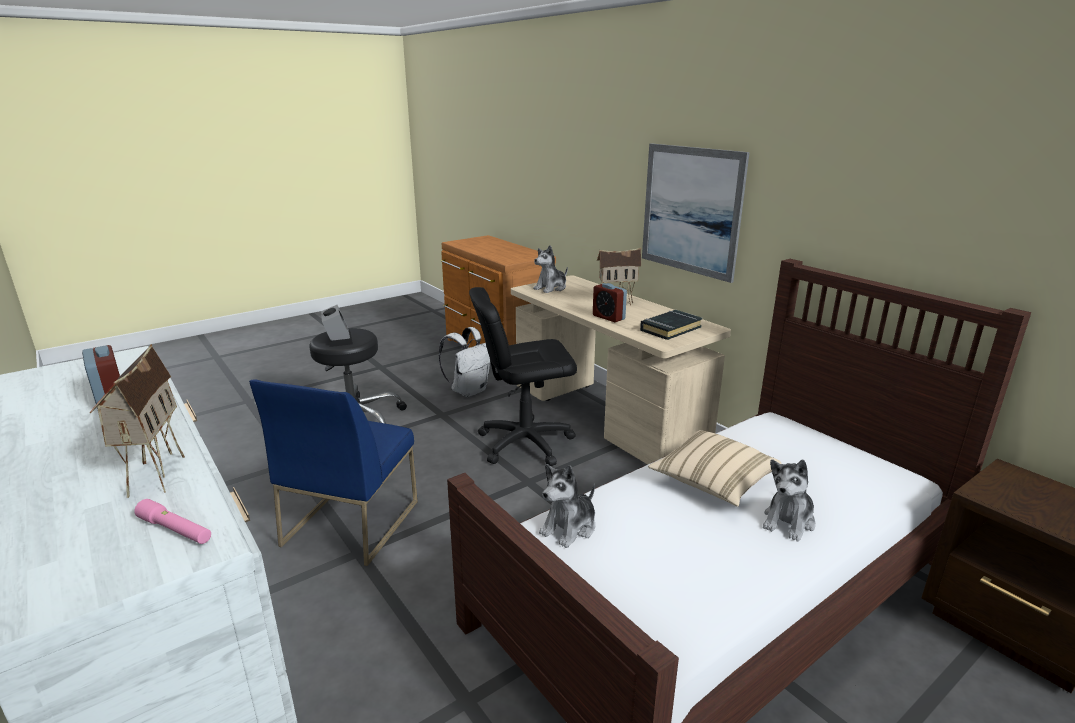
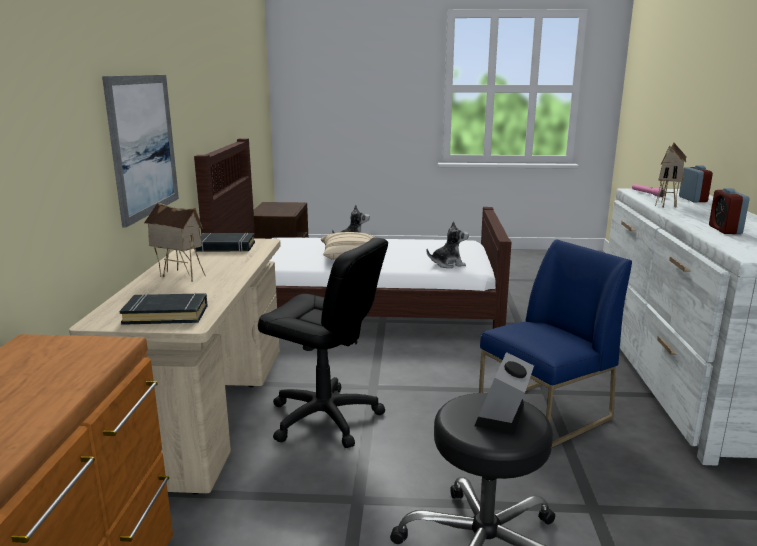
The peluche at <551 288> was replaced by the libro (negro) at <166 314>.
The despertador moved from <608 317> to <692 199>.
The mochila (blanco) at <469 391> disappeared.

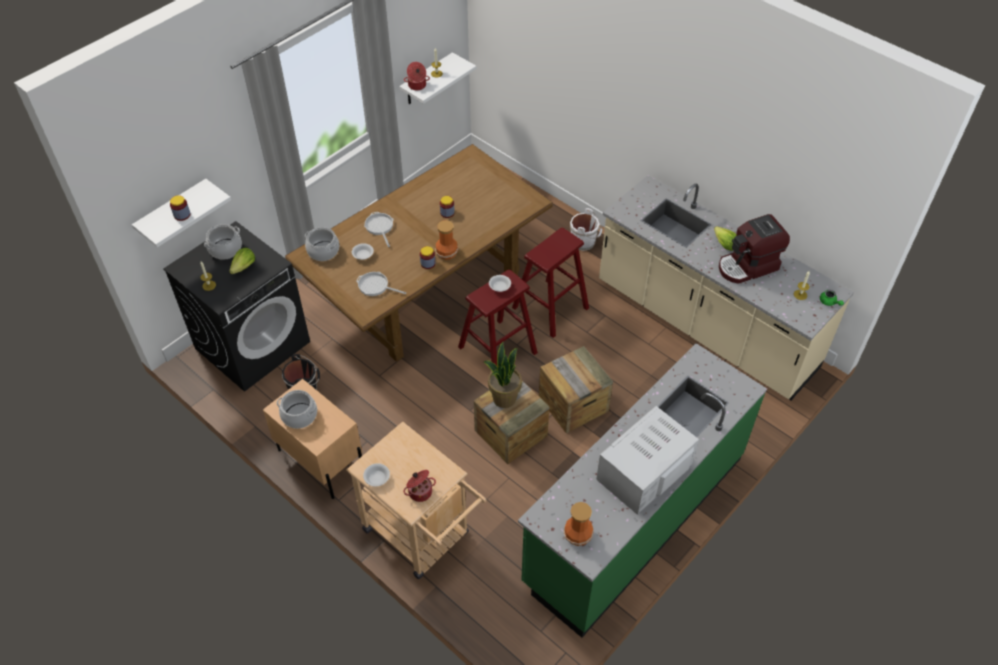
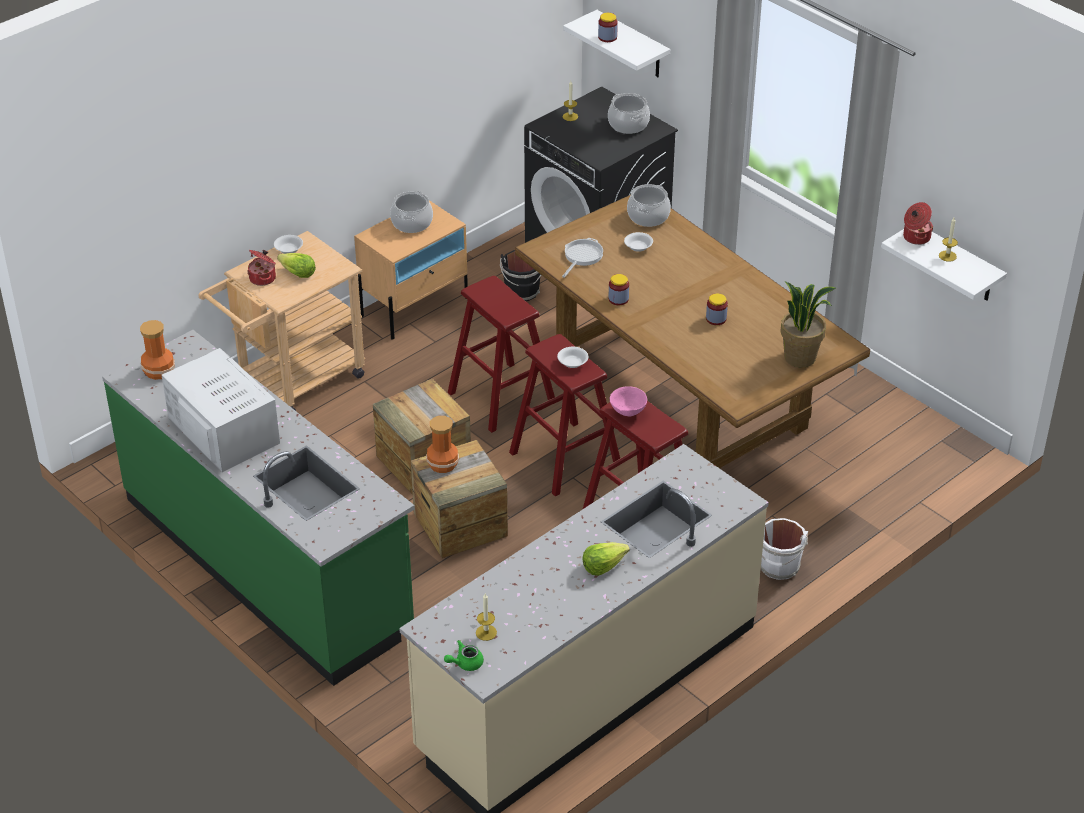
The lechuga moved from <244 267> to <297 273>.
The florero moved from <447 253> to <442 464>.
The taburete (rojo) at <501 397> appeared.
The cuenco (rosa) at <627 412> appeared.
The planta en maceta moved from <504 398> to <800 357>.
The sartén at <379 227> disappeared.
The cafetera at <748 267> disappeared.

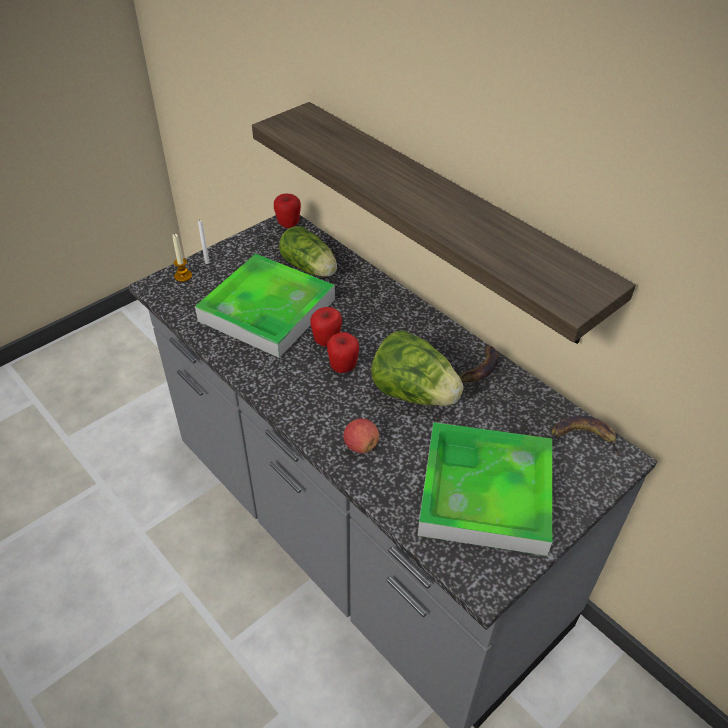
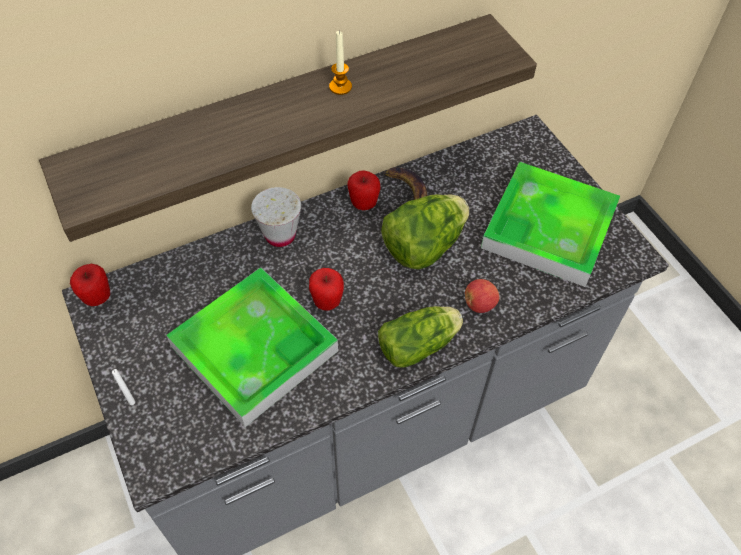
The taza (blanco) at <280 235> appeared.
The vela moved from <183 276> to <340 87>.
The manzana moved from <343 367> to <363 203>.
The lechuga moved from <310 268> to <421 344>.
The plátano at <583 437> disappeared.

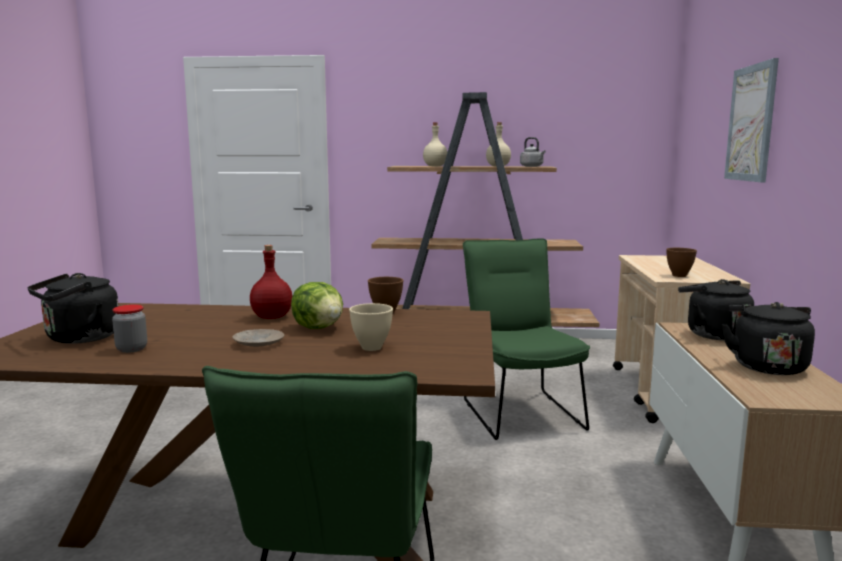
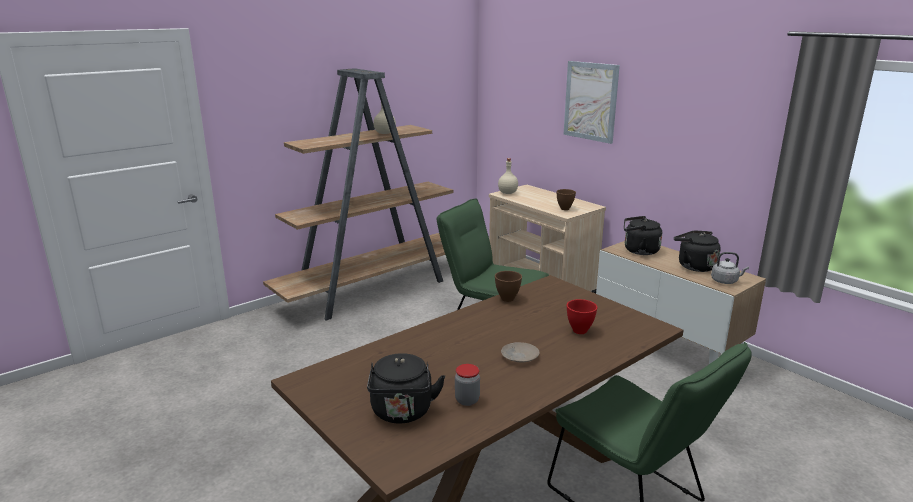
The botella (beis) moved from <434 166> to <507 193>.
The cuenco (beis) at <372 347> became the cuenco (rojo) at <579 330>.
The hervidor (gris) moved from <532 166> to <725 281>.
The botella (rojo) at <271 317> disappeared.
The lechuga at <319 328> disappeared.

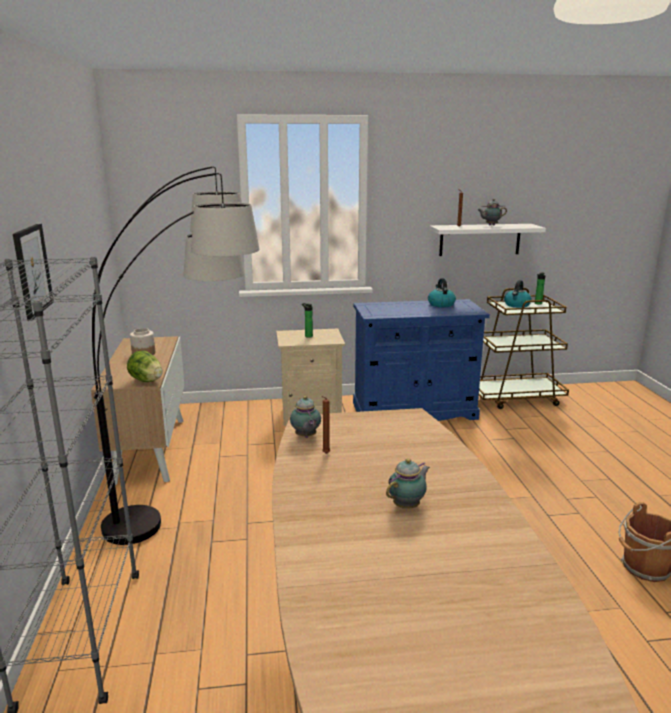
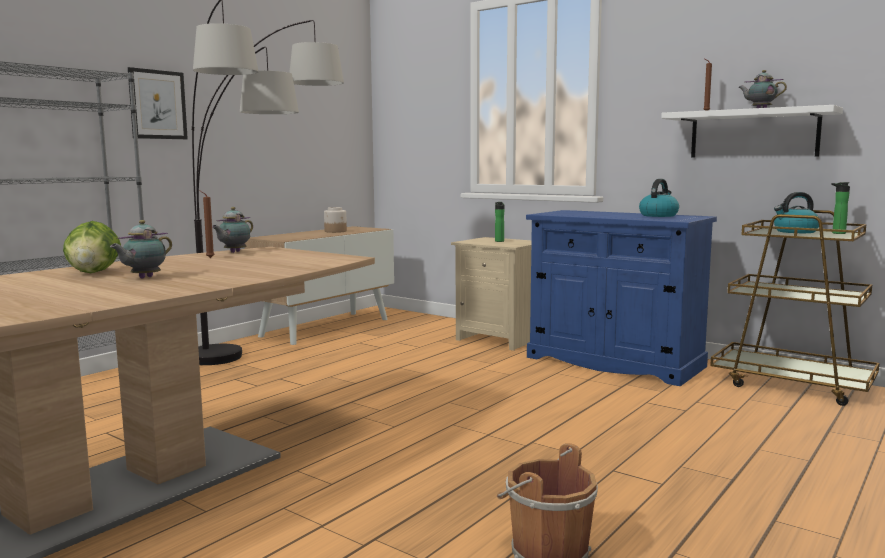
The lechuga moved from <146 381> to <94 272>.
The tetera at <407 506> turned 120 degrees clockwise.

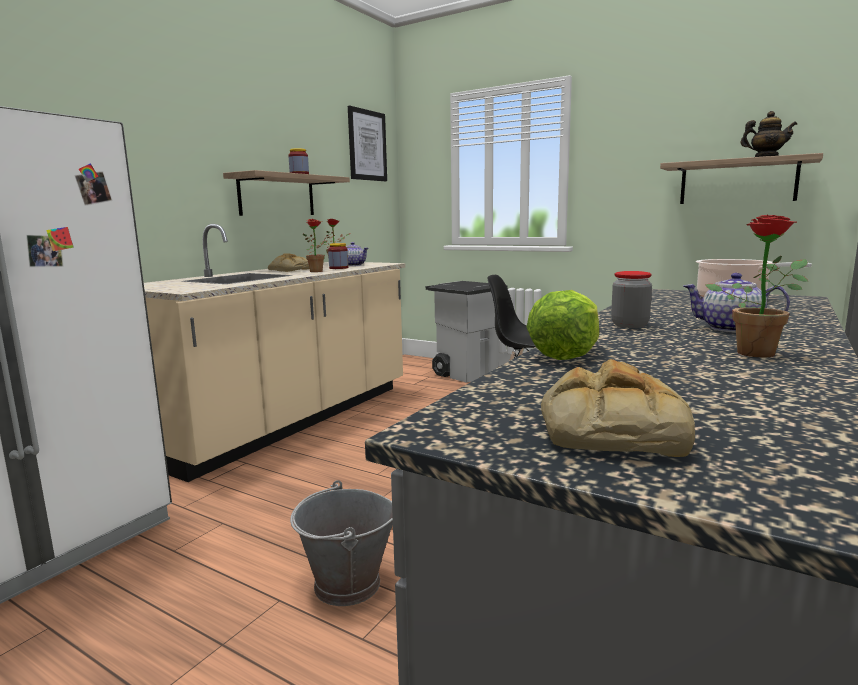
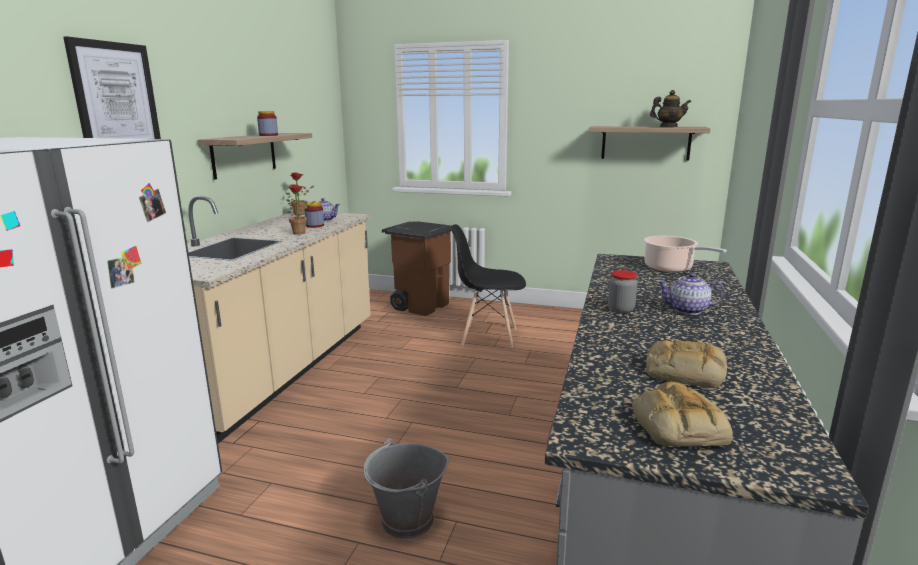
The cuadro moved from <367 145> to <116 98>.
The papelera (gris) at <466 373> became the papelera (marrón) at <421 306>.
The pan moved from <288 270> to <683 372>.
The lechuga at <565 355> disappeared.
The planta en maceta at <758 352> disappeared.

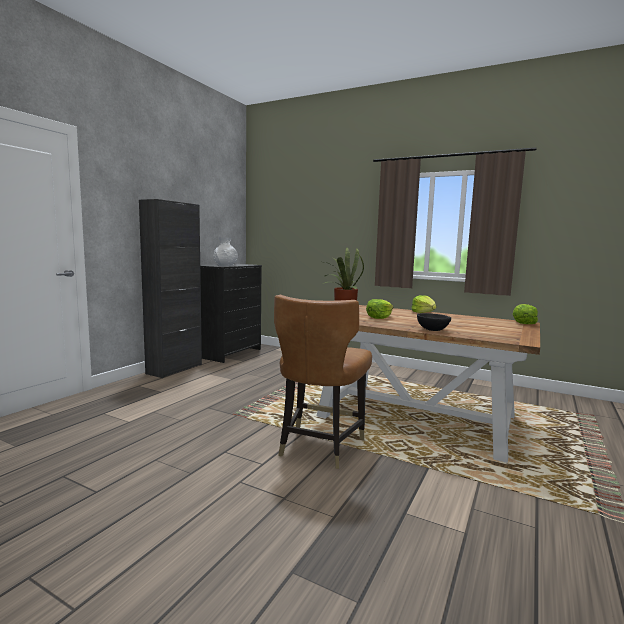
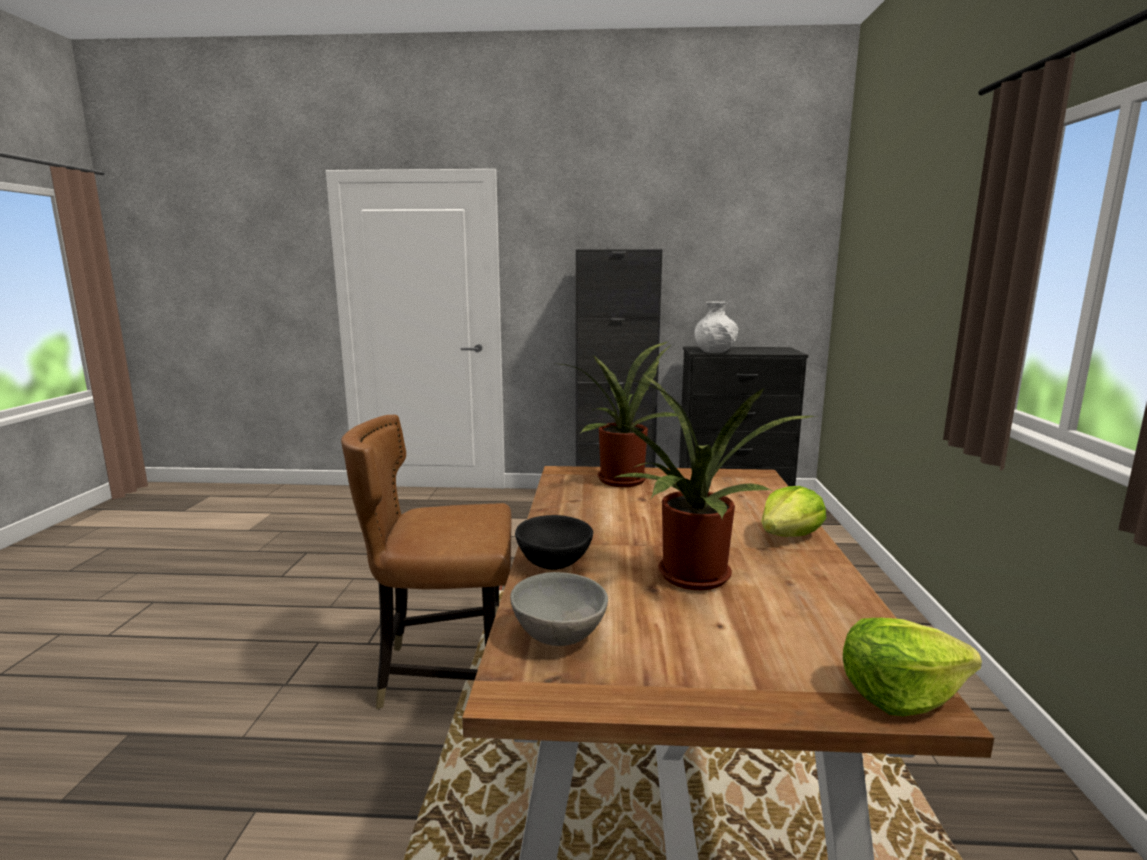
The cuenco (gris) at <560 635> appeared.
The planta en maceta at <692 579> appeared.
The lechuga at <379 317> disappeared.

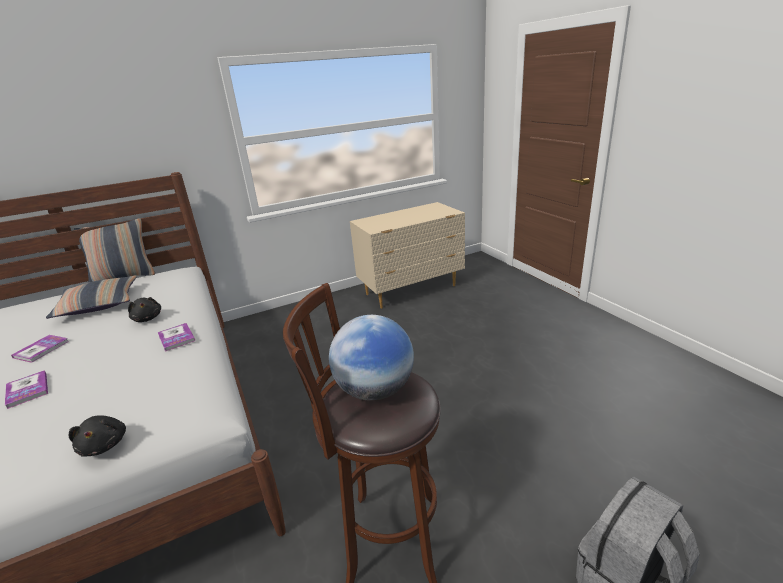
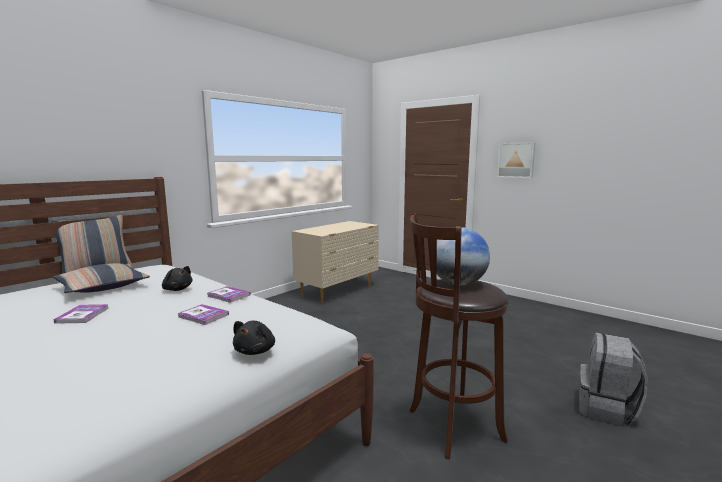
The libro moved from <27 390> to <203 316>.
The peluche (negro) at <105 444> turned 60 degrees clockwise.
The cuadro at <516 160> appeared.

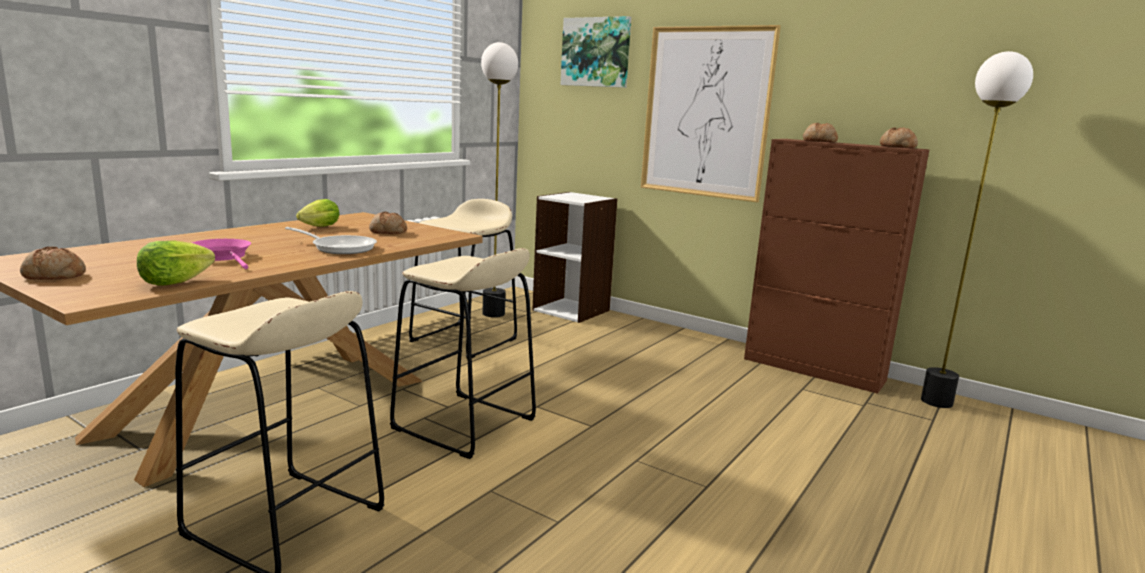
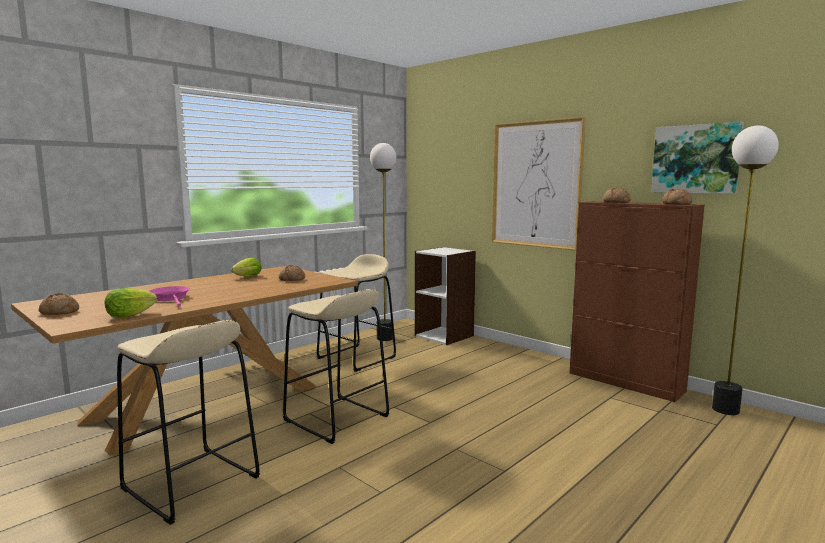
The cuadro moved from <596 52> to <695 159>.
The sartén at <340 248> disappeared.

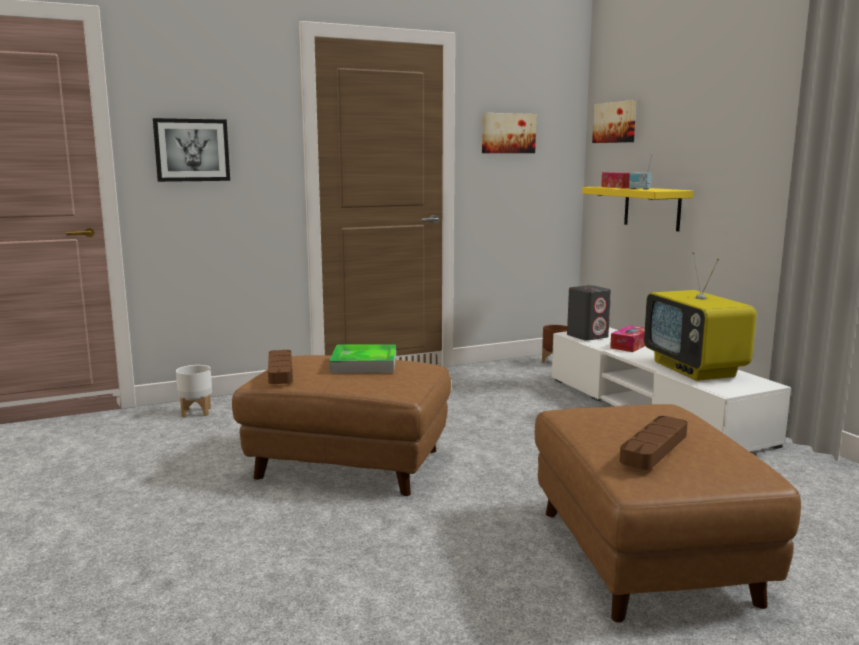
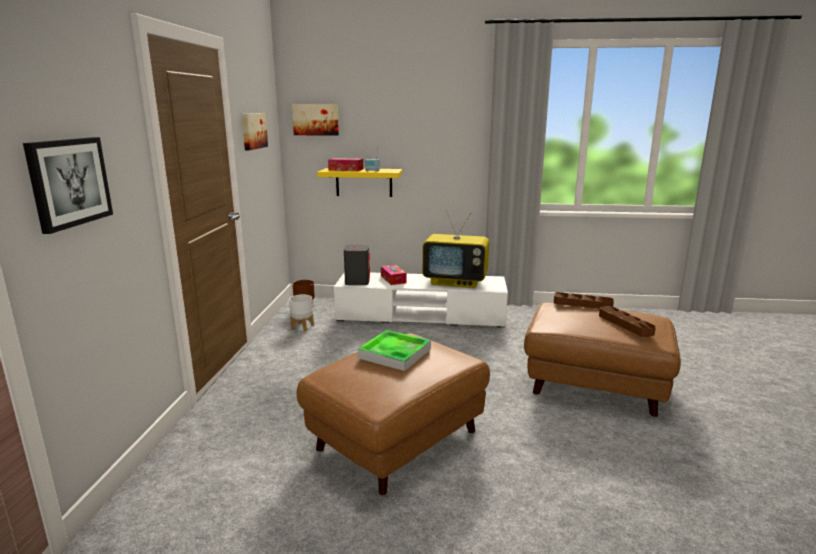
The maceta (blanco) moved from <196 412> to <302 327>.
The bandeja (marrón) moved from <280 371> to <582 304>.

